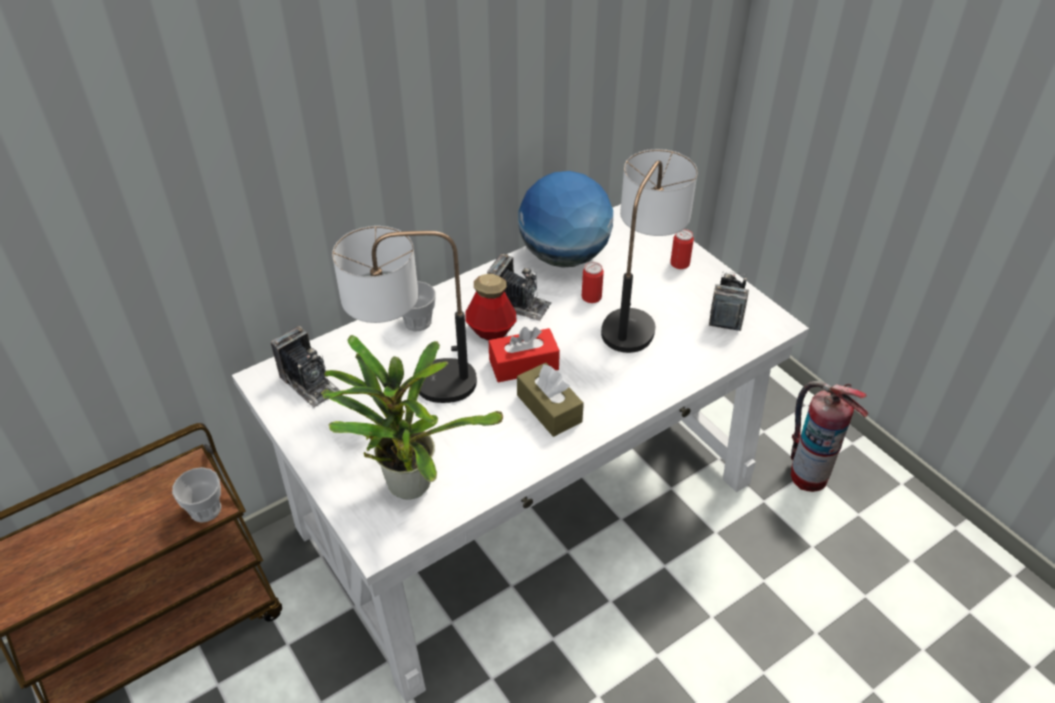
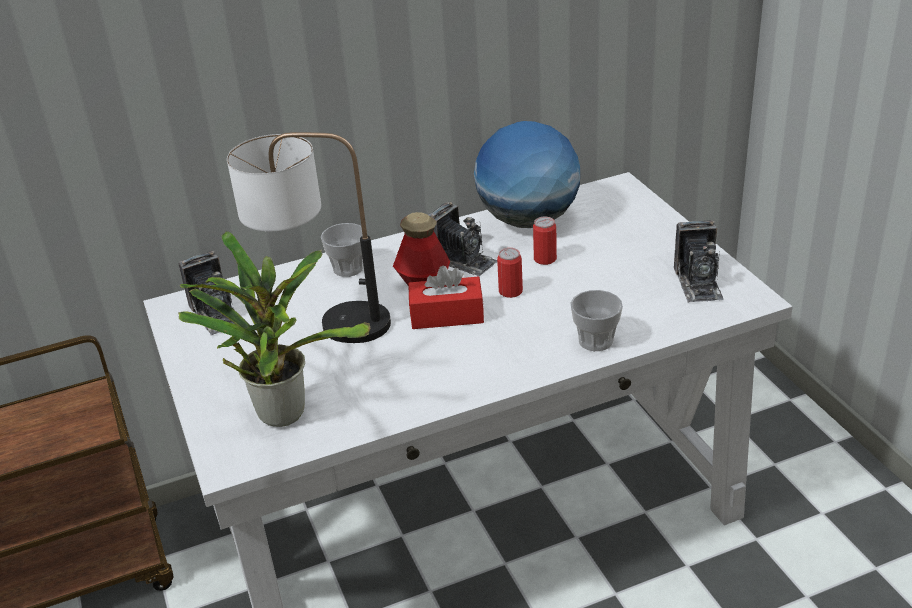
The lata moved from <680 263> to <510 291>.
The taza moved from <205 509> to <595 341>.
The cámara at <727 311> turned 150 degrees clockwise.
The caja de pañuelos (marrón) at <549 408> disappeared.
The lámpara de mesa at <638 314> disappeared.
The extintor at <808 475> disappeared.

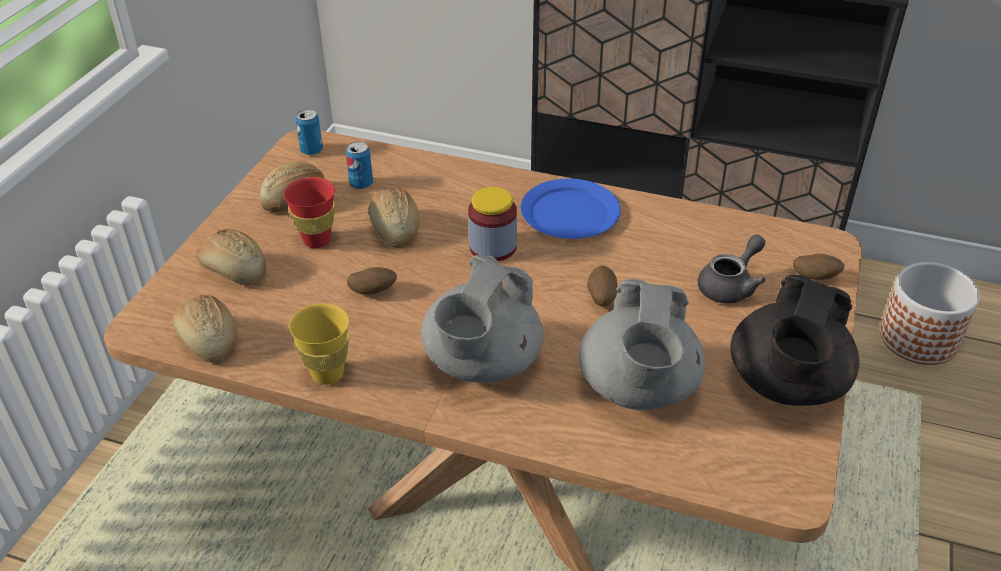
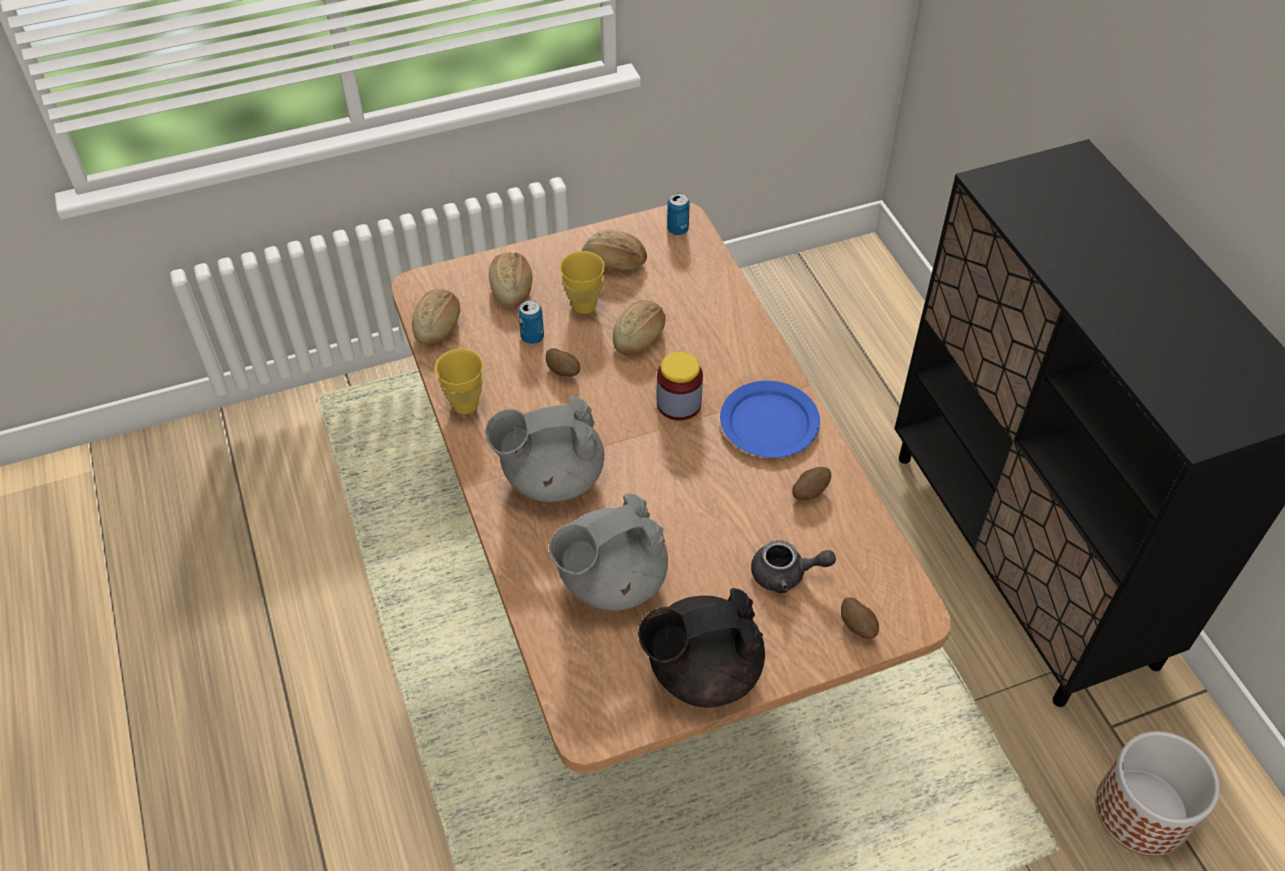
The lata moved from <361 184> to <532 337>.
The taza (rojo) at <317 240> became the taza (amarillo) at <584 305>.
The patata moved from <601 297> to <809 492>.

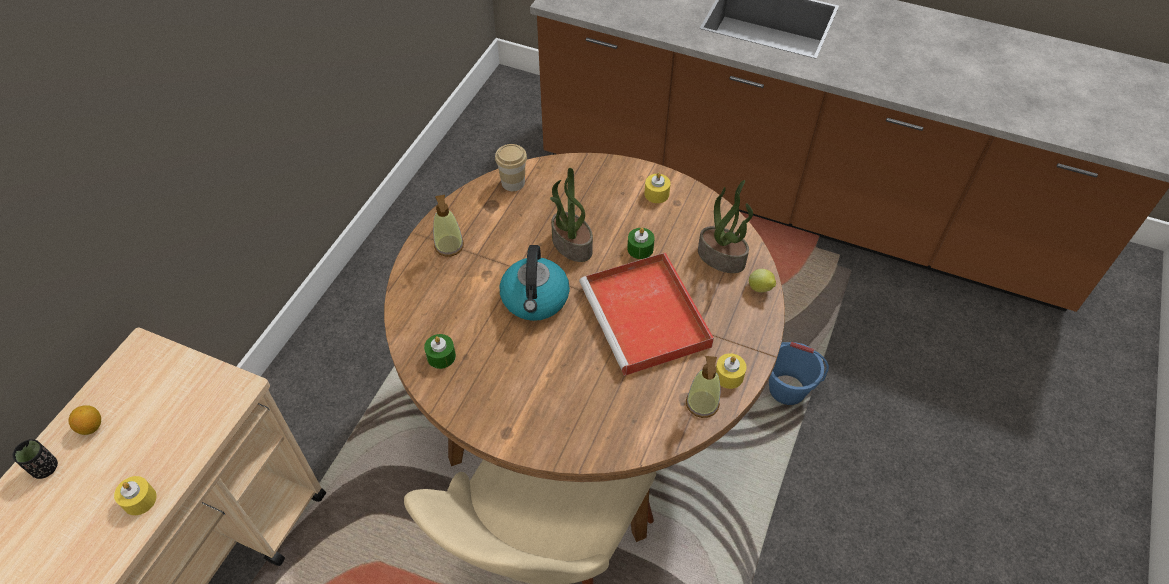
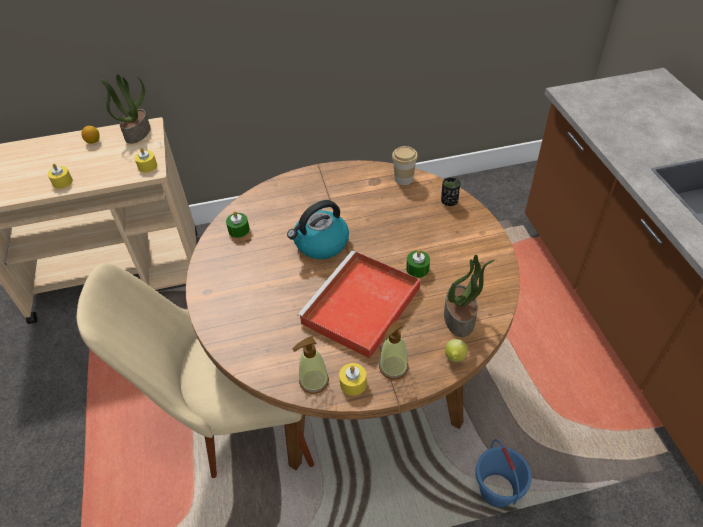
The planta en maceta moved from <571 245> to <137 133>.
The vela (amarillo) moved from <656 194> to <147 166>.
The dispensador de jabón moved from <449 246> to <393 367>.
The taza (negro) moved from <45 468> to <449 201>.

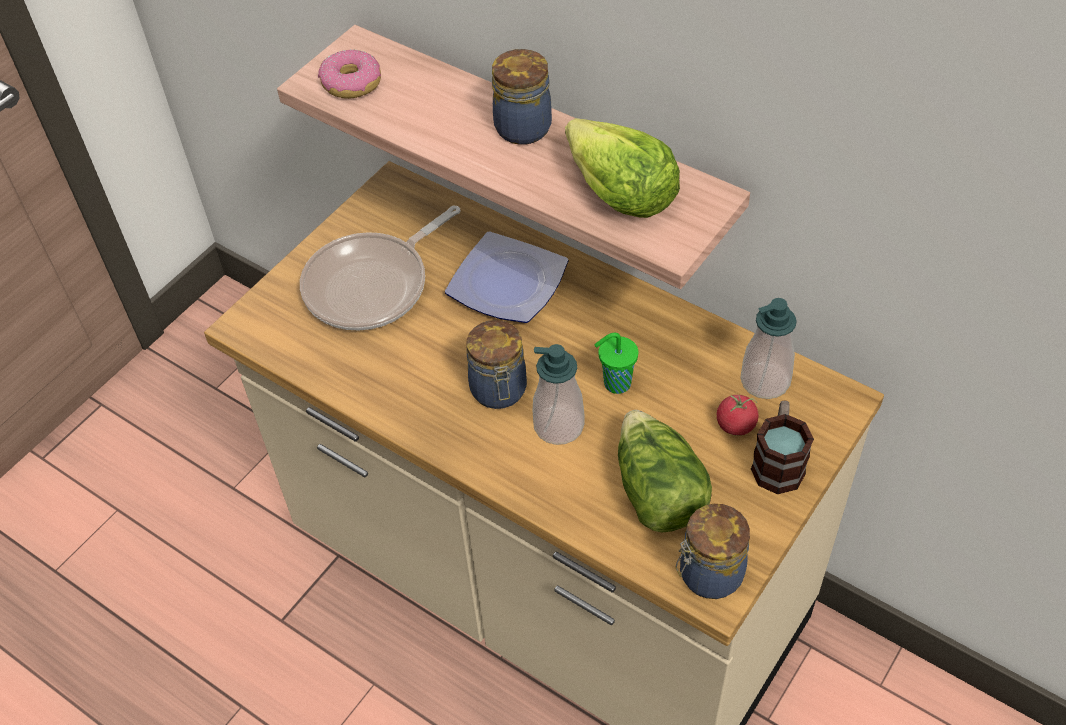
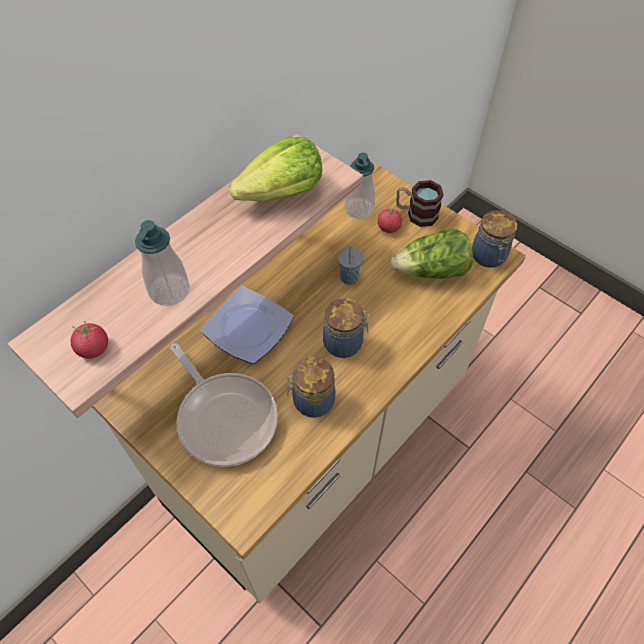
The rosquilla at <351 83> was replaced by the tomate at <93 348>.
The dispensador de jabón moved from <558 425> to <169 290>.
The tarro moved from <522 126> to <311 401>.
The taza (verde) at <615 384> became the taza (gris) at <349 279>.

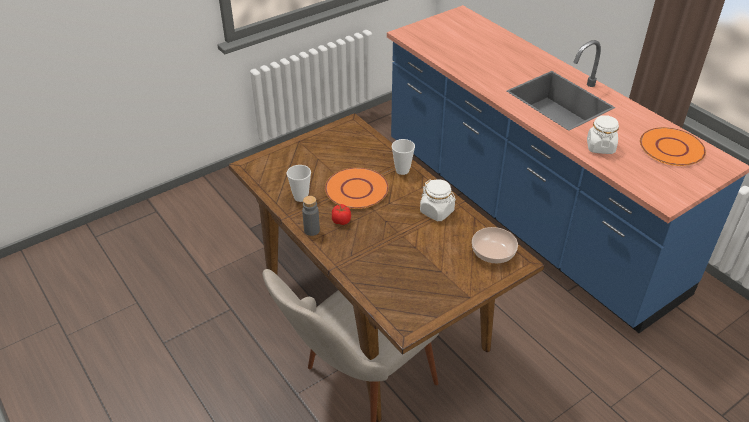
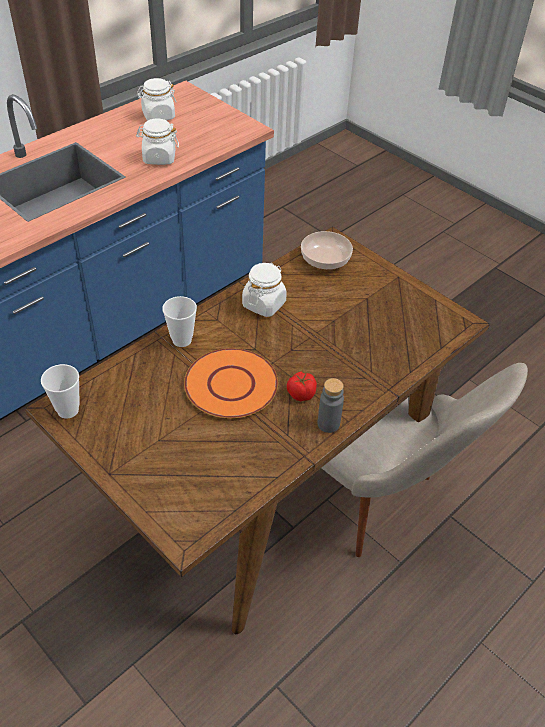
The taza moved from <300 197> to <68 410>.
The plato (naranja) at <672 148> was replaced by the tarro (blanco) at <158 116>.

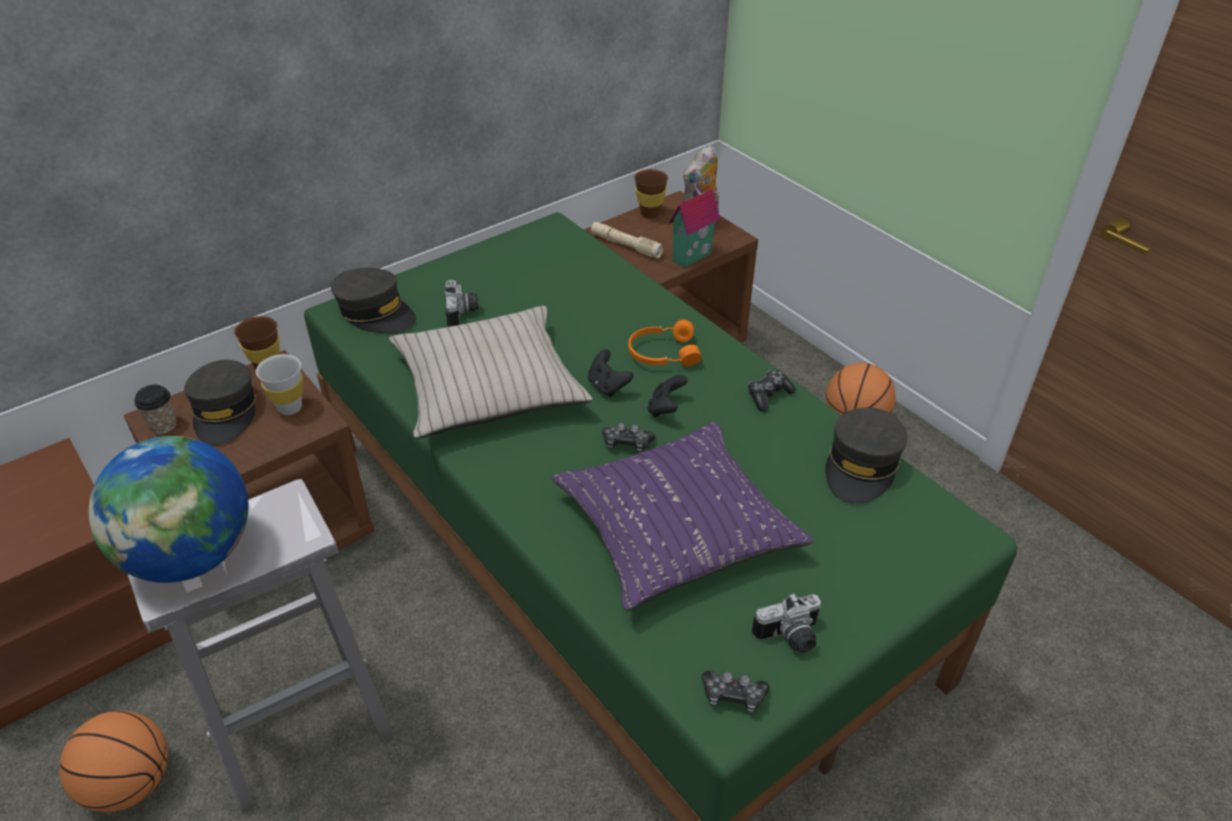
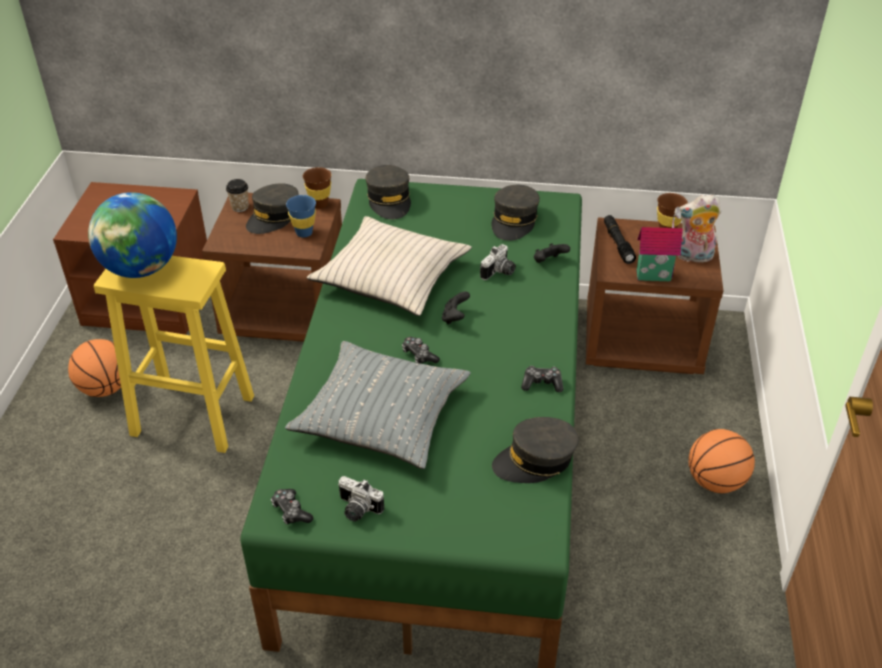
The taburete (blanco) at <302 722> became the taburete (amarillo) at <195 415>.
The cojín (morado) at <675 527> became the cojín (gris) at <381 415>.
The taza (blanco) at <290 408> became the taza (azul) at <304 233>.
The cámara moved from <463 313> to <499 272>.
The gorra (gris) at <514 221> appeared.
The mando de consola (negro) moved from <665 408> to <549 262>.
The linterna (beis) at <625 245> became the linterna (negro) at <618 243>.
The auriculares (naranja) at <662 353> disappeared.

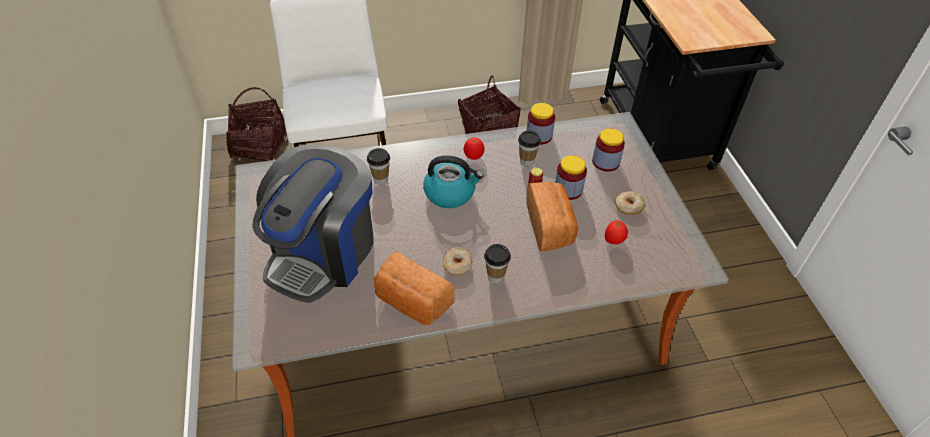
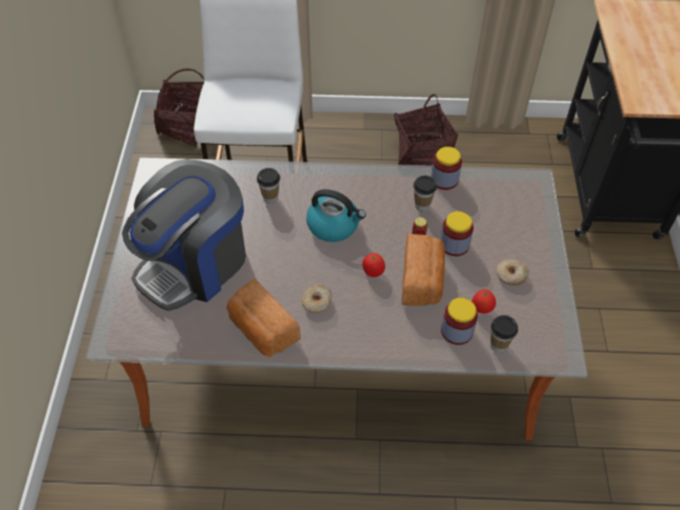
The tomate moved from <473 156> to <373 272>.
The tarro moved from <605 162> to <457 331>.
The taza moved from <495 276> to <498 345>.

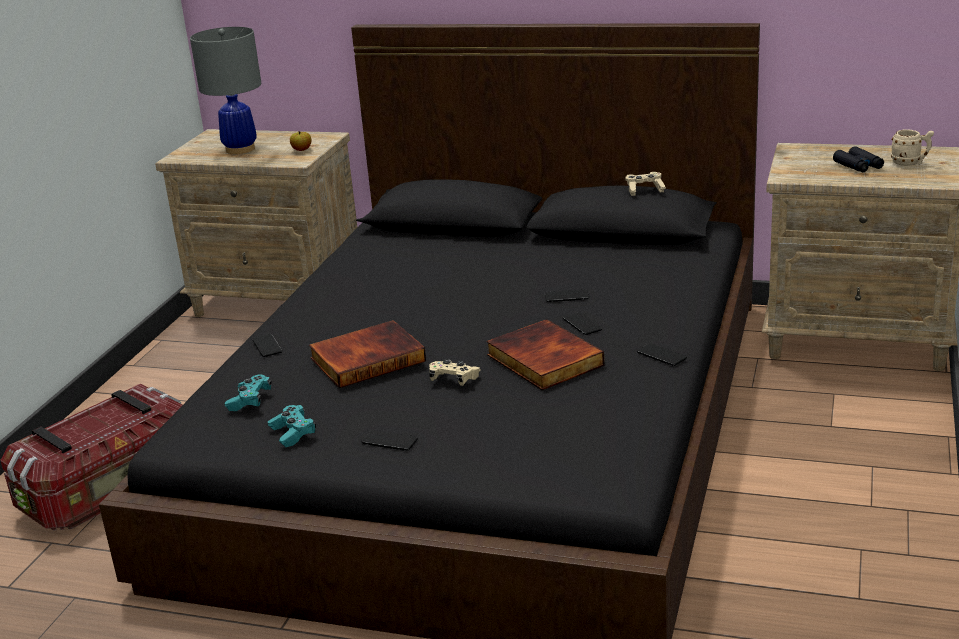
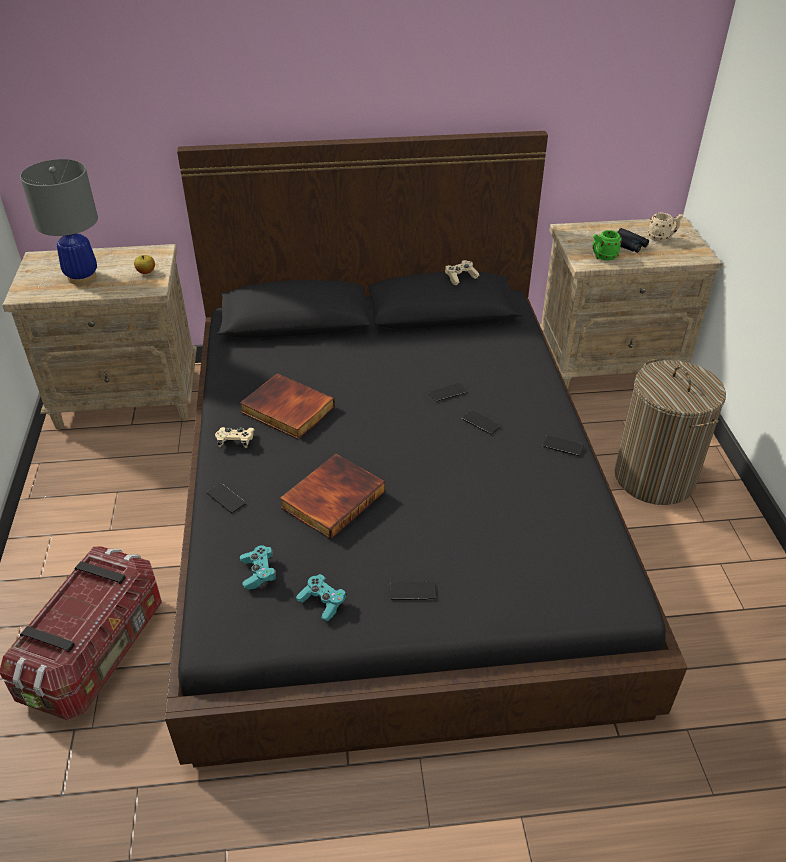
The mando de consola (beis) moved from <454 379> to <235 441>.
The libro moved from <542 360> to <286 410>.
The taza grande (verde) at <603 257> appeared.
The cesto de la ropa at <654 477> appeared.

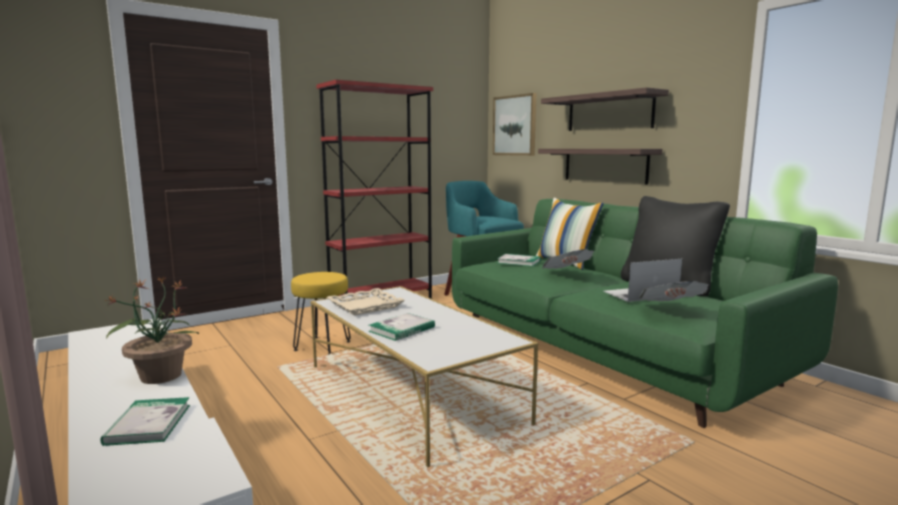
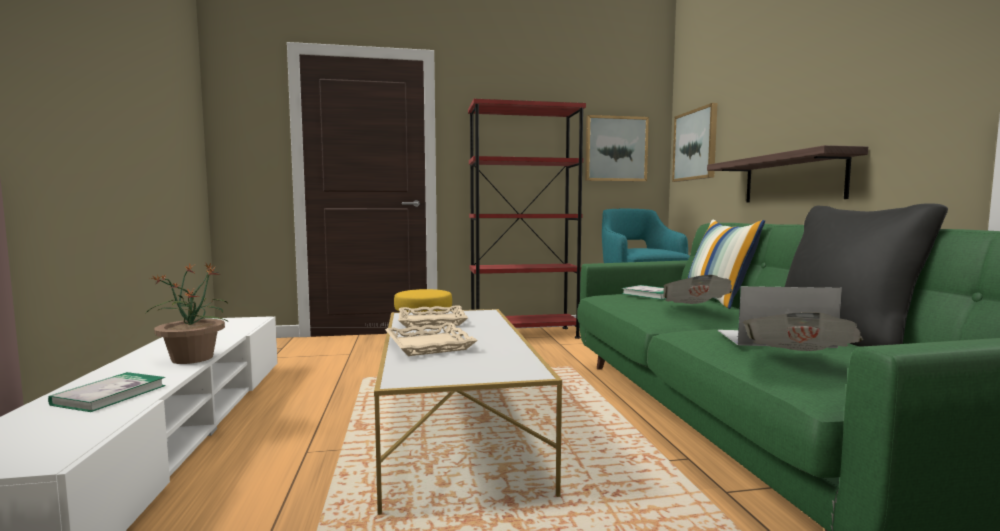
The libro at <402 329> was replaced by the bandeja (beis) at <428 345>.
The cuadro at <616 149> appeared.
The estante at <609 112> disappeared.

